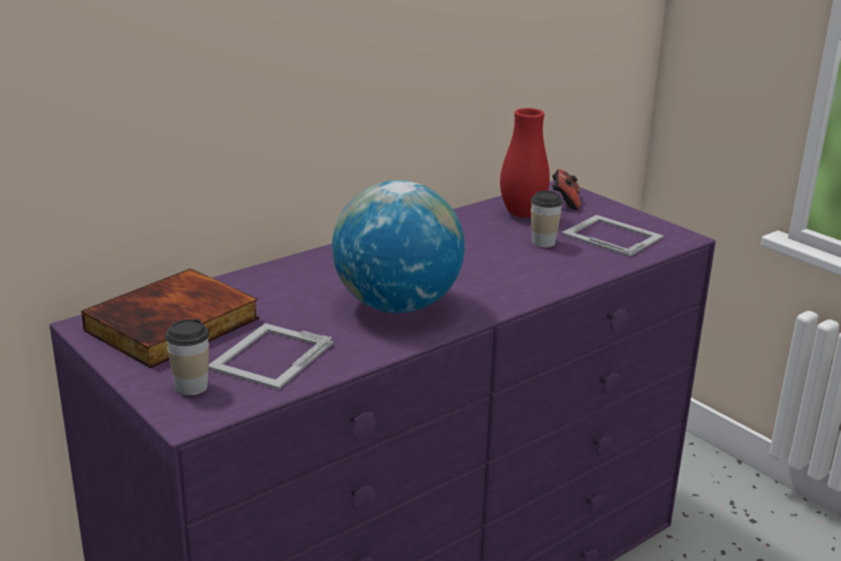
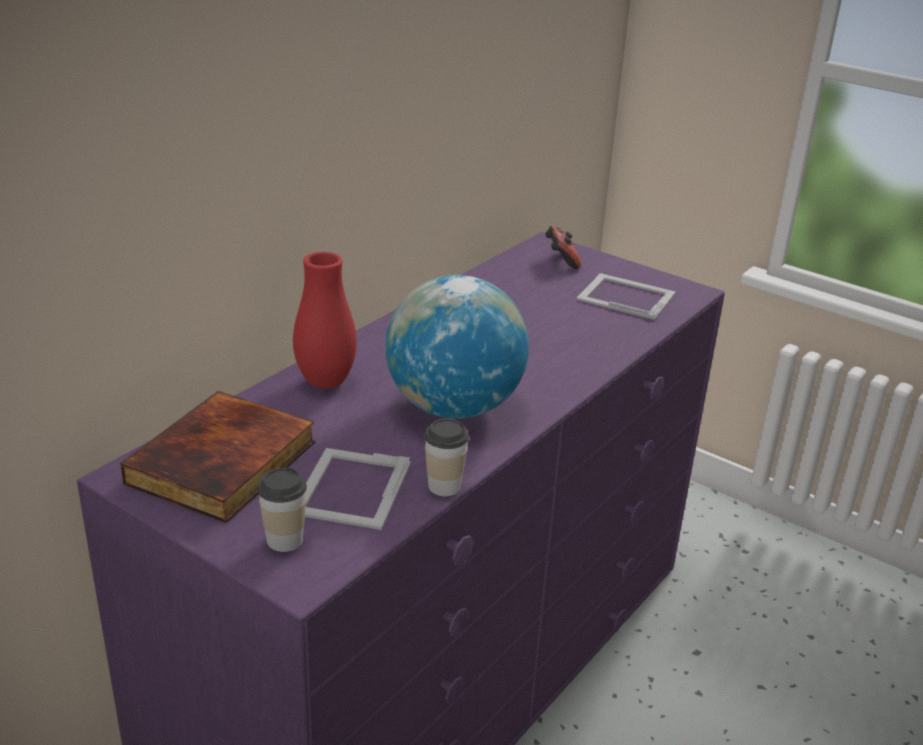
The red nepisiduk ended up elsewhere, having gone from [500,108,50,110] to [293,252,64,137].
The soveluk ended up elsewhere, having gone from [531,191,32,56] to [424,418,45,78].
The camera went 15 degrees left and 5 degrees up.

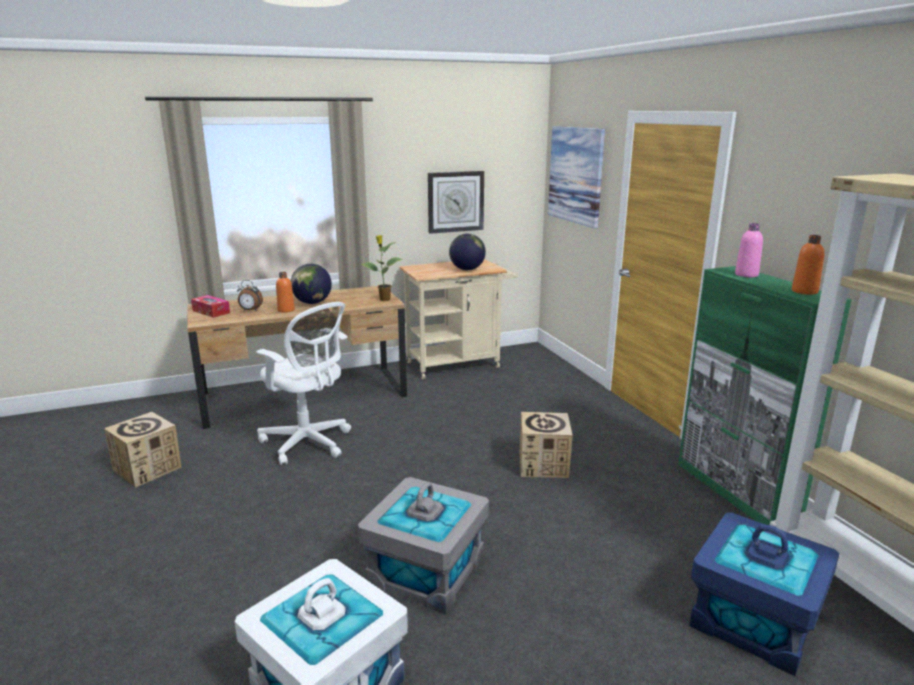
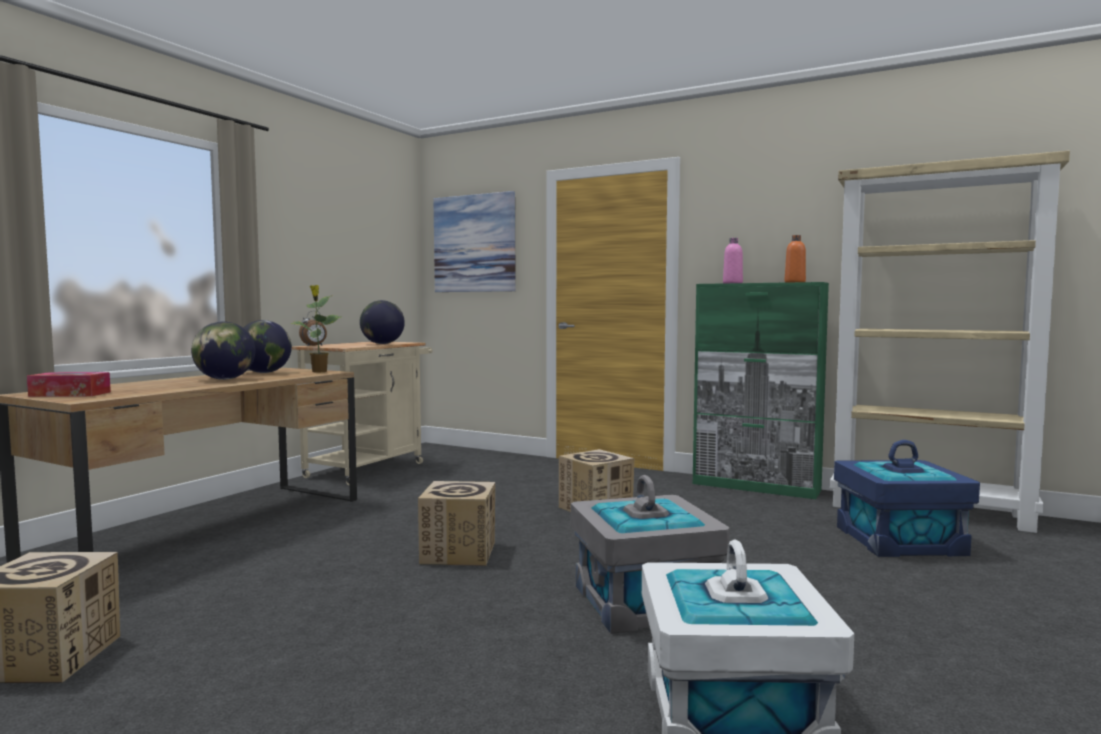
The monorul ended up elsewhere, having gone from [237,280,26,31] to [299,311,28,35].
The second view lost the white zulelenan at [256,302,95,163].
The second view lost the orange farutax at [276,272,19,41].
The second view lost the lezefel at [428,171,56,63].
The second view gained the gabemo at [243,320,49,53].
The second view gained the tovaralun at [418,481,77,85].
The camera went 40 degrees left and 15 degrees down.

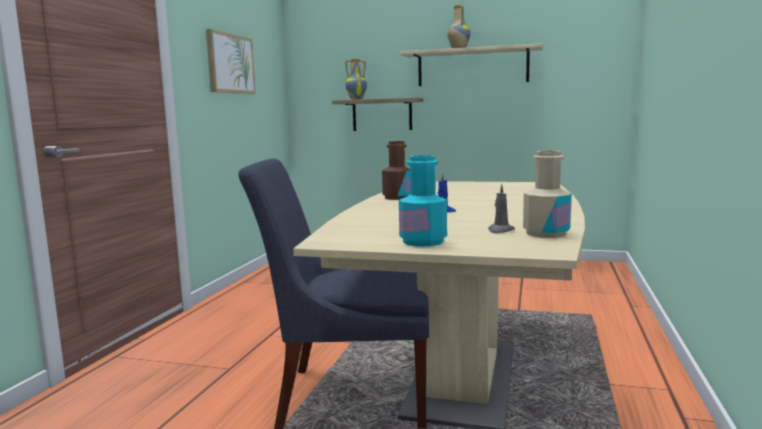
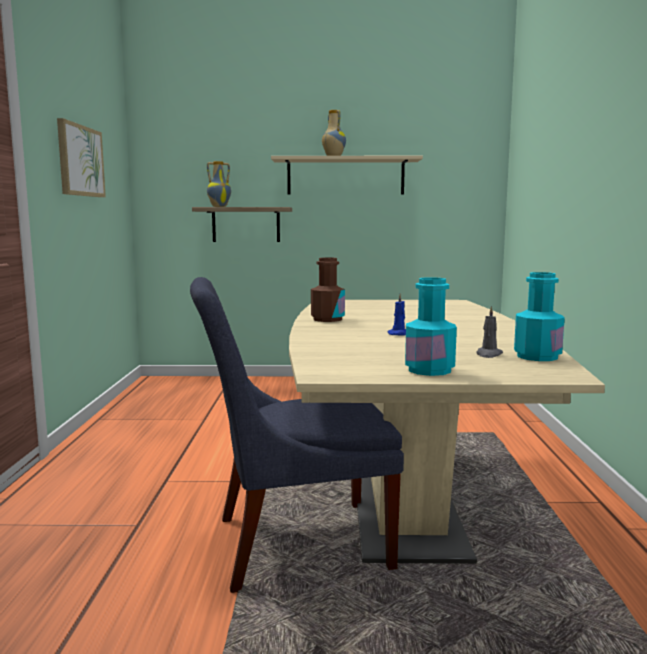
What was the beige farutax at [523,150,49,88] turned into the turquoise farutax at [514,272,51,89].
The camera went 15 degrees left and 0 degrees up.

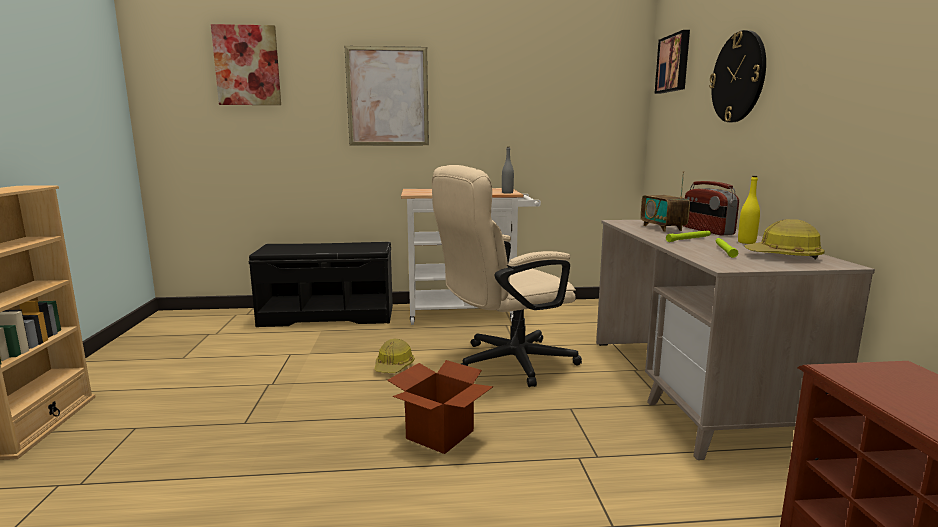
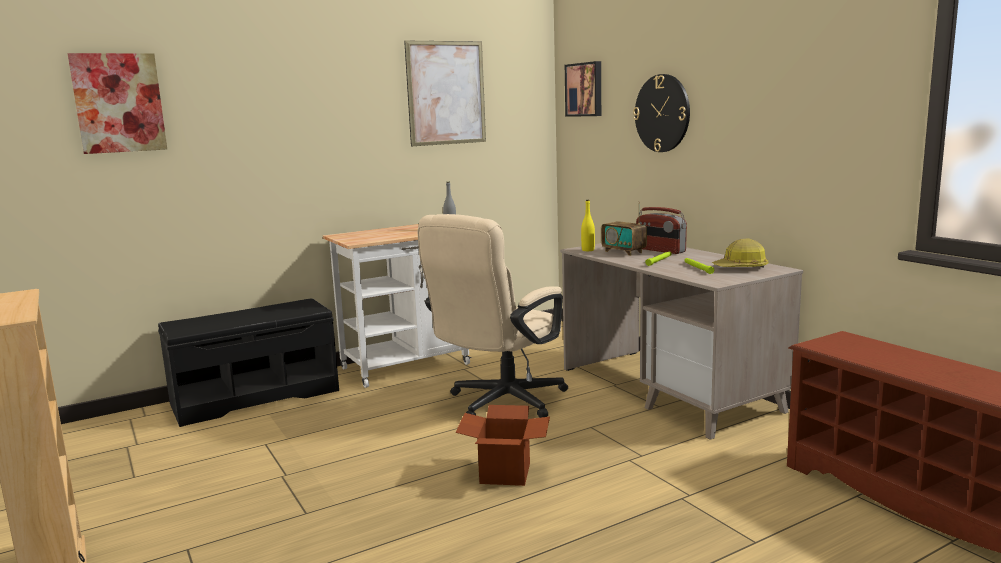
The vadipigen ended up elsewhere, having gone from [345,46,84,99] to [404,41,82,105].
The second view lost the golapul at [374,339,41,34].
The yellow farutax ended up elsewhere, having gone from [738,176,22,68] to [581,200,14,51].
The camera went 25 degrees left and 0 degrees up.

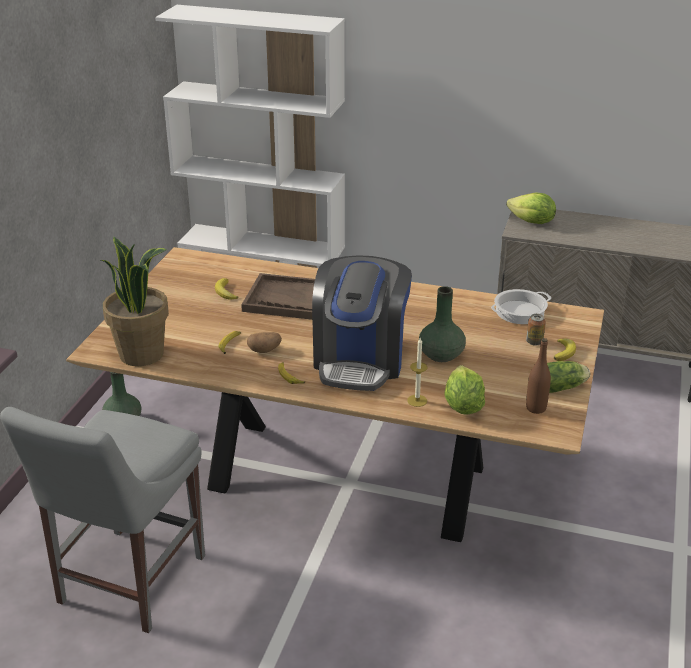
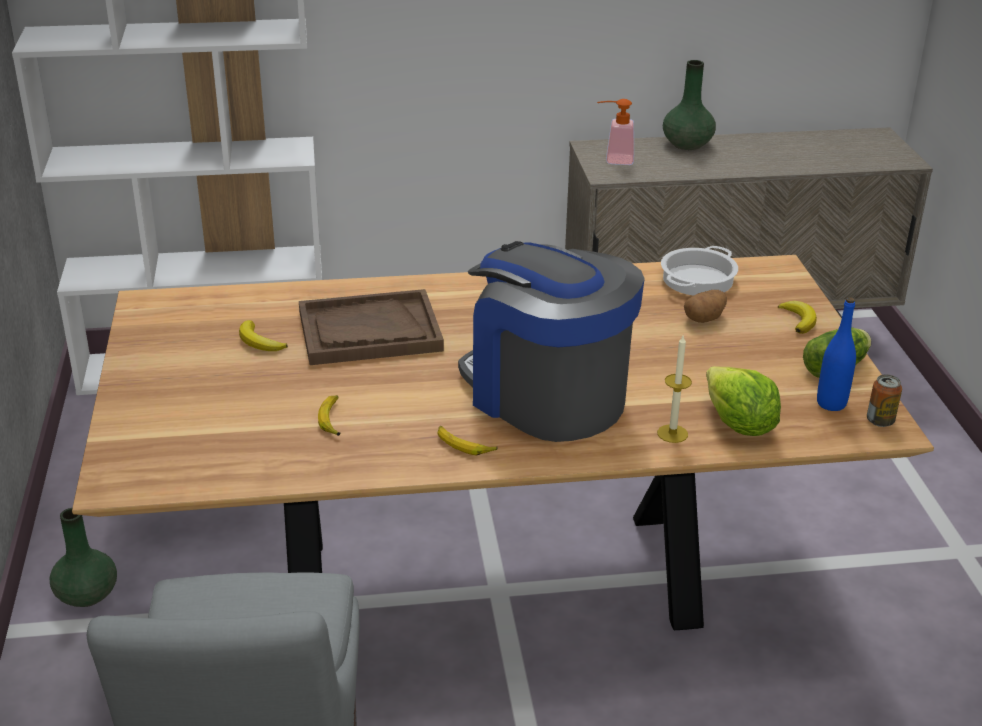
The second view lost the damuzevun at [101,236,68,130].
The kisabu ended up elsewhere, having gone from [247,332,35,21] to [684,290,43,33].
The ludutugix at [312,255,100,136] ended up facing another way, 150 degrees clockwise from before.
The green nepisiduk ended up elsewhere, having gone from [419,286,47,76] to [663,60,53,90].
Where the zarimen stood at [506,193,50,31], the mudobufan came to stand at [597,99,37,66].
The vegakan ended up elsewhere, having gone from [526,314,20,32] to [867,374,35,53].
What was the brown farutax at [526,338,25,76] turned into the blue farutax at [817,297,39,114].
The camera went 25 degrees left and 0 degrees up.

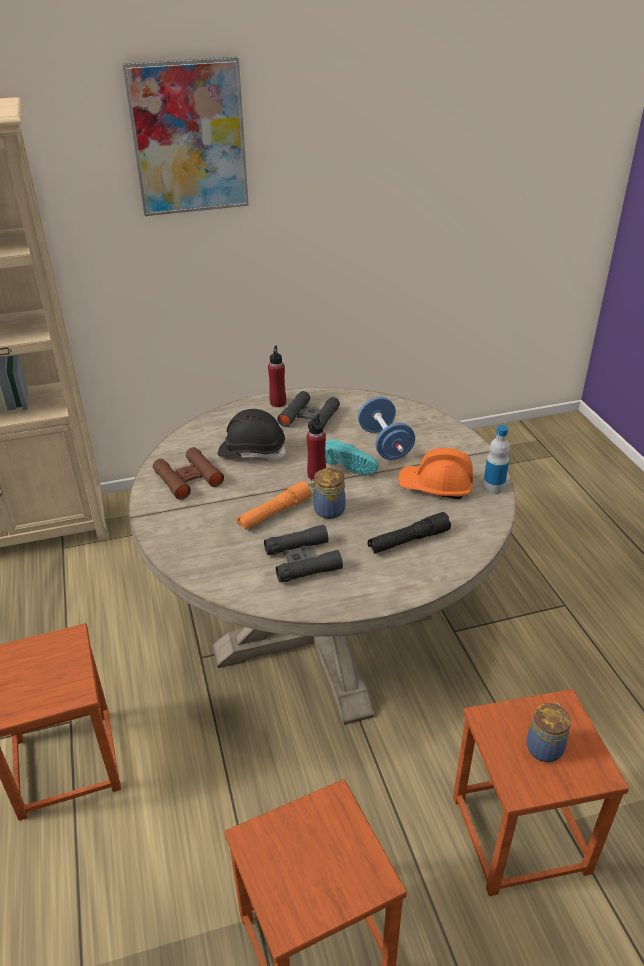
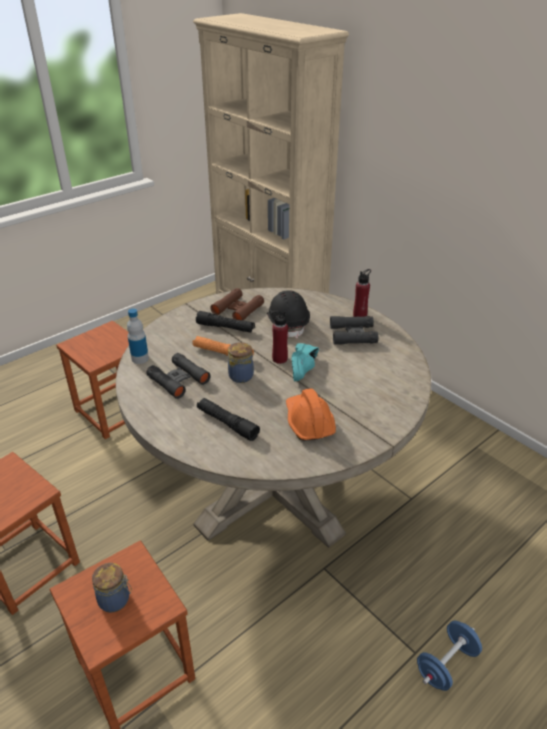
The second view lost the vadipigen at [122,56,127,160].
The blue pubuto ended up elsewhere, having gone from [358,397,57,63] to [417,621,65,70].
The farutax ended up elsewhere, having gone from [483,425,27,69] to [127,308,22,56].
The second view gained the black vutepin at [196,311,59,22].
The camera went 65 degrees right and 0 degrees up.

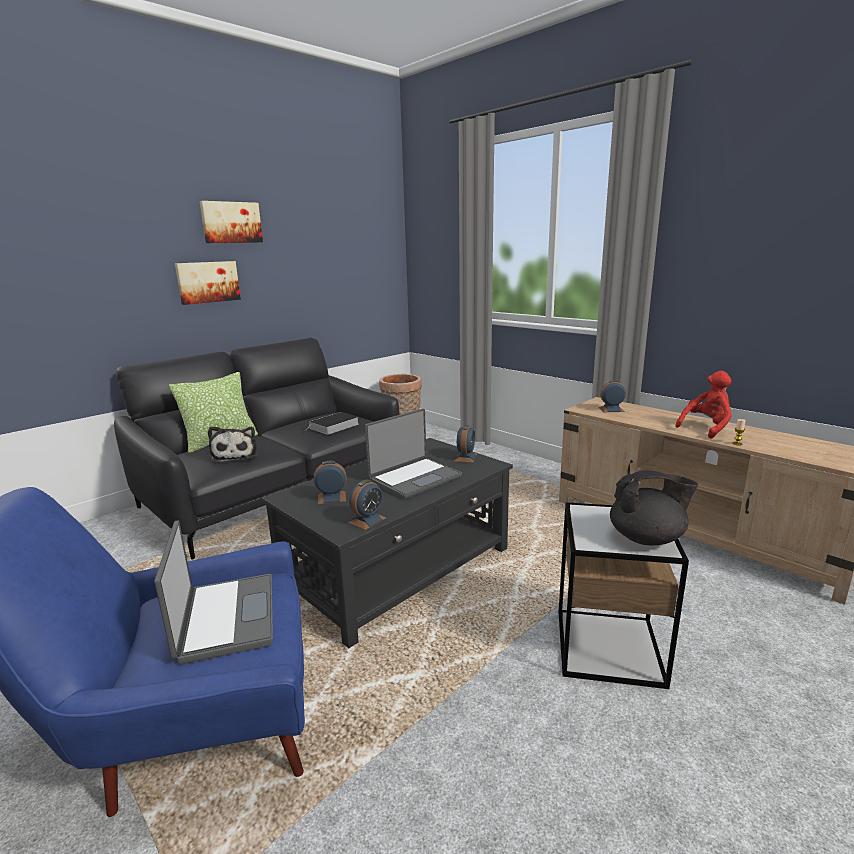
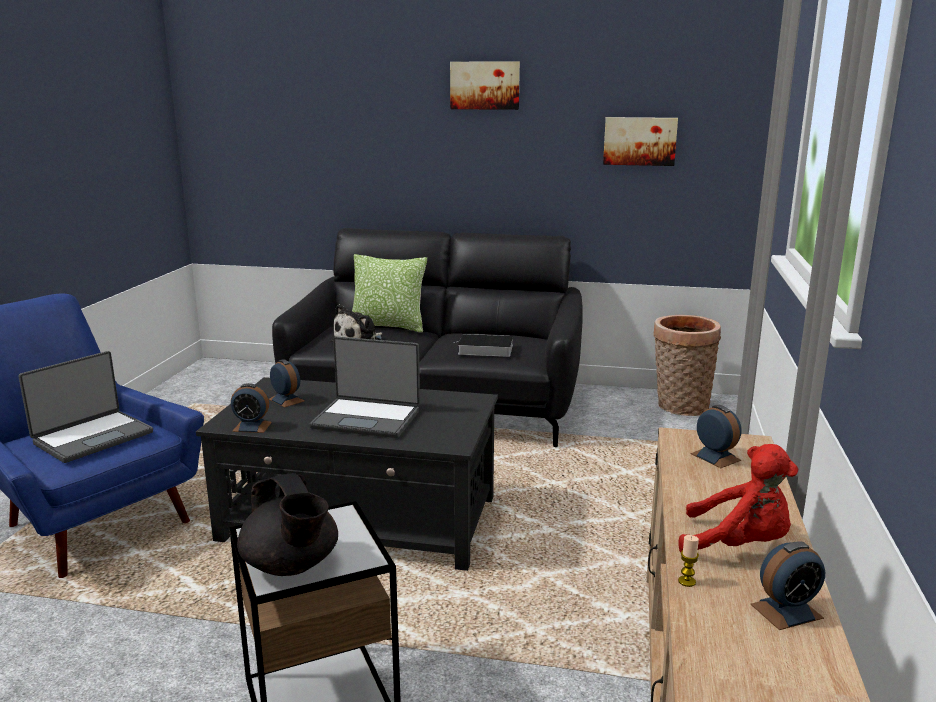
The vadipigen ended up elsewhere, having gone from [175,261,66,44] to [603,117,75,49].
The monorul ended up elsewhere, having gone from [454,425,23,38] to [751,541,74,89].
The camera went 55 degrees right and 0 degrees up.

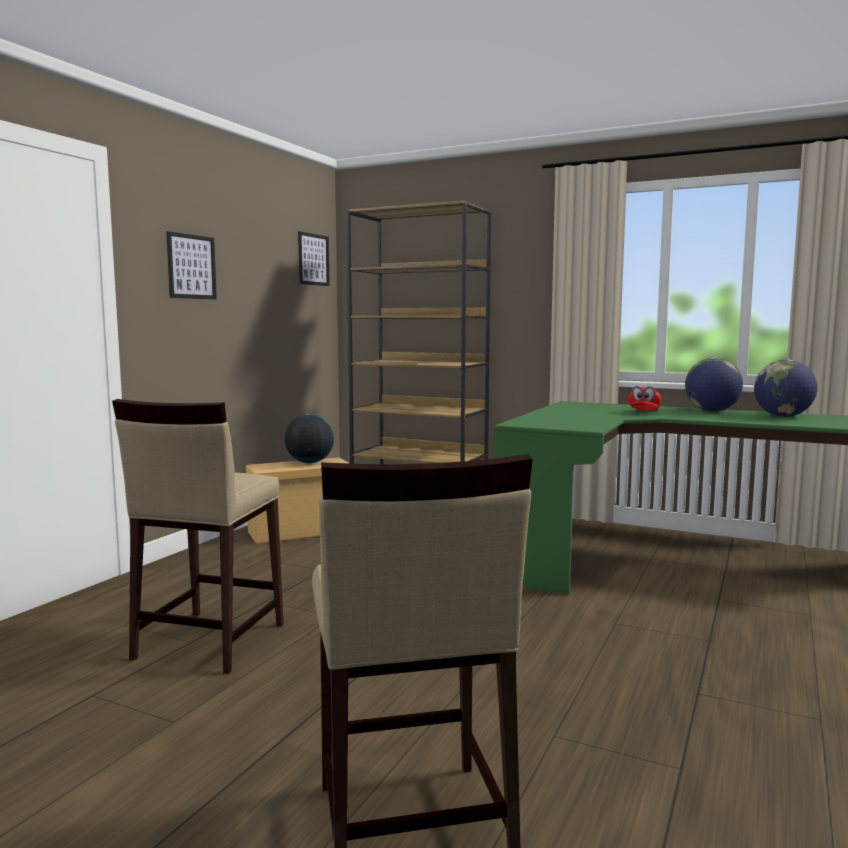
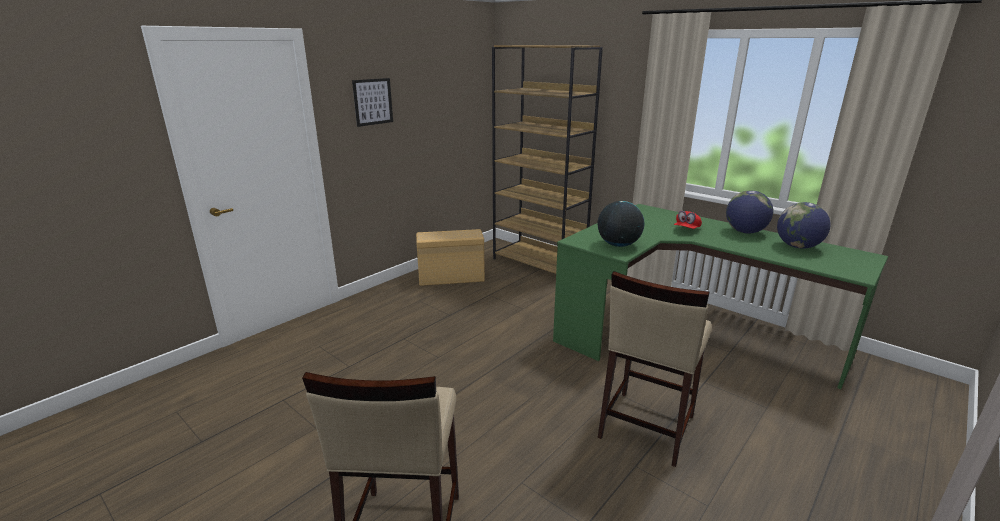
The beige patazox ended up elsewhere, having gone from [112,399,172,275] to [598,271,114,196].
The gabemo ended up elsewhere, having gone from [285,414,49,49] to [598,201,47,46].
The second view lost the vadipigen at [298,231,32,55].
The camera went 15 degrees right and 15 degrees up.

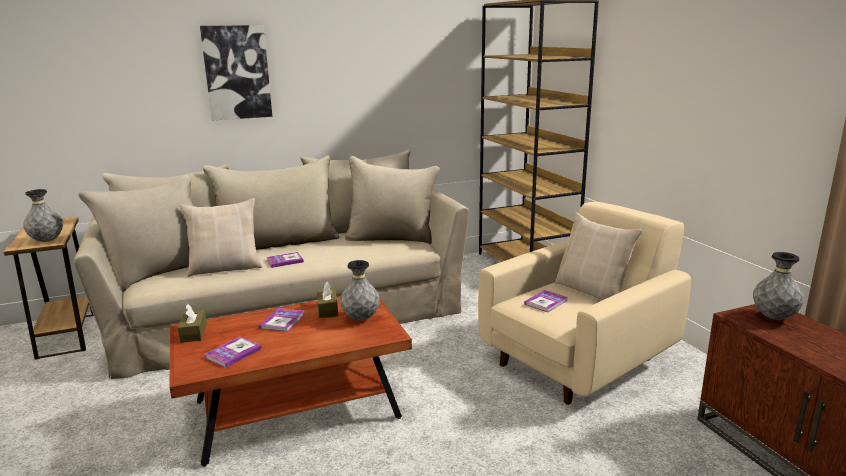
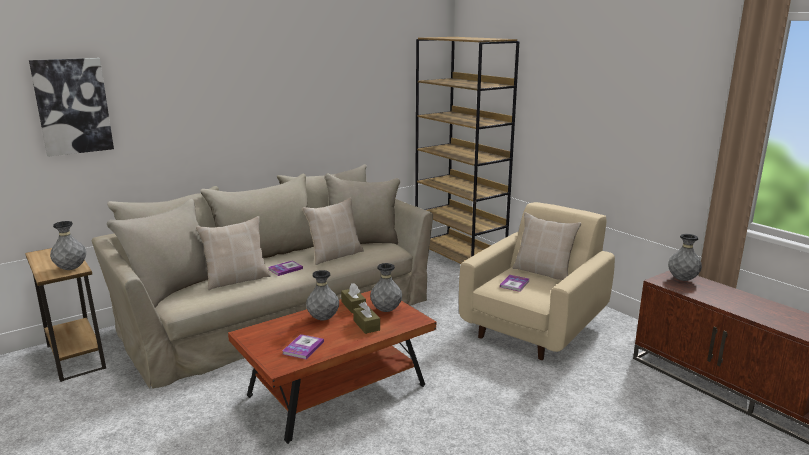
The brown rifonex ended up elsewhere, having gone from [178,303,29,40] to [353,302,27,32].
The vadipigen ended up elsewhere, having gone from [200,25,72,95] to [29,58,85,99].
Where the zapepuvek stood at [259,308,45,24], the grey nepisiduk came to stand at [306,270,33,51].
The second view gained the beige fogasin at [302,197,62,68].
The camera went 15 degrees left and 0 degrees up.

